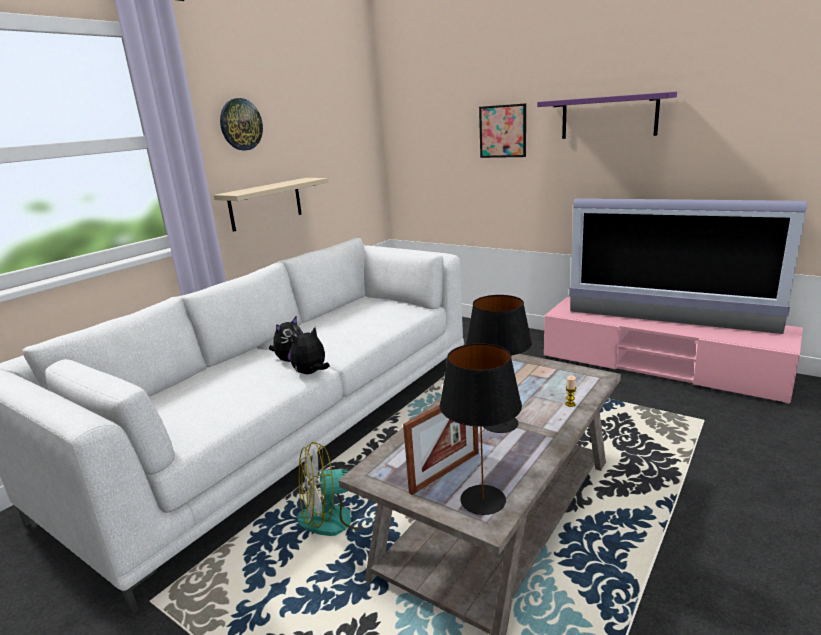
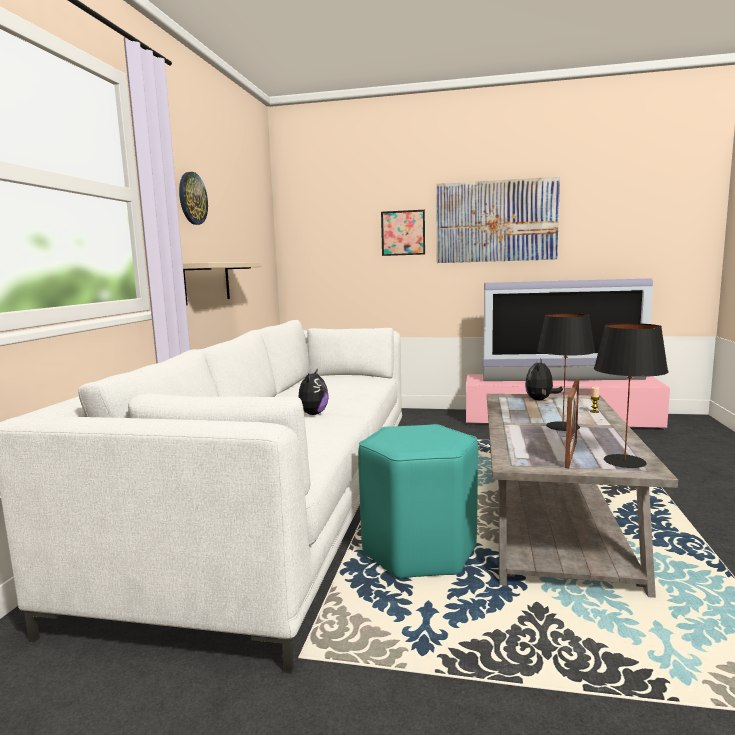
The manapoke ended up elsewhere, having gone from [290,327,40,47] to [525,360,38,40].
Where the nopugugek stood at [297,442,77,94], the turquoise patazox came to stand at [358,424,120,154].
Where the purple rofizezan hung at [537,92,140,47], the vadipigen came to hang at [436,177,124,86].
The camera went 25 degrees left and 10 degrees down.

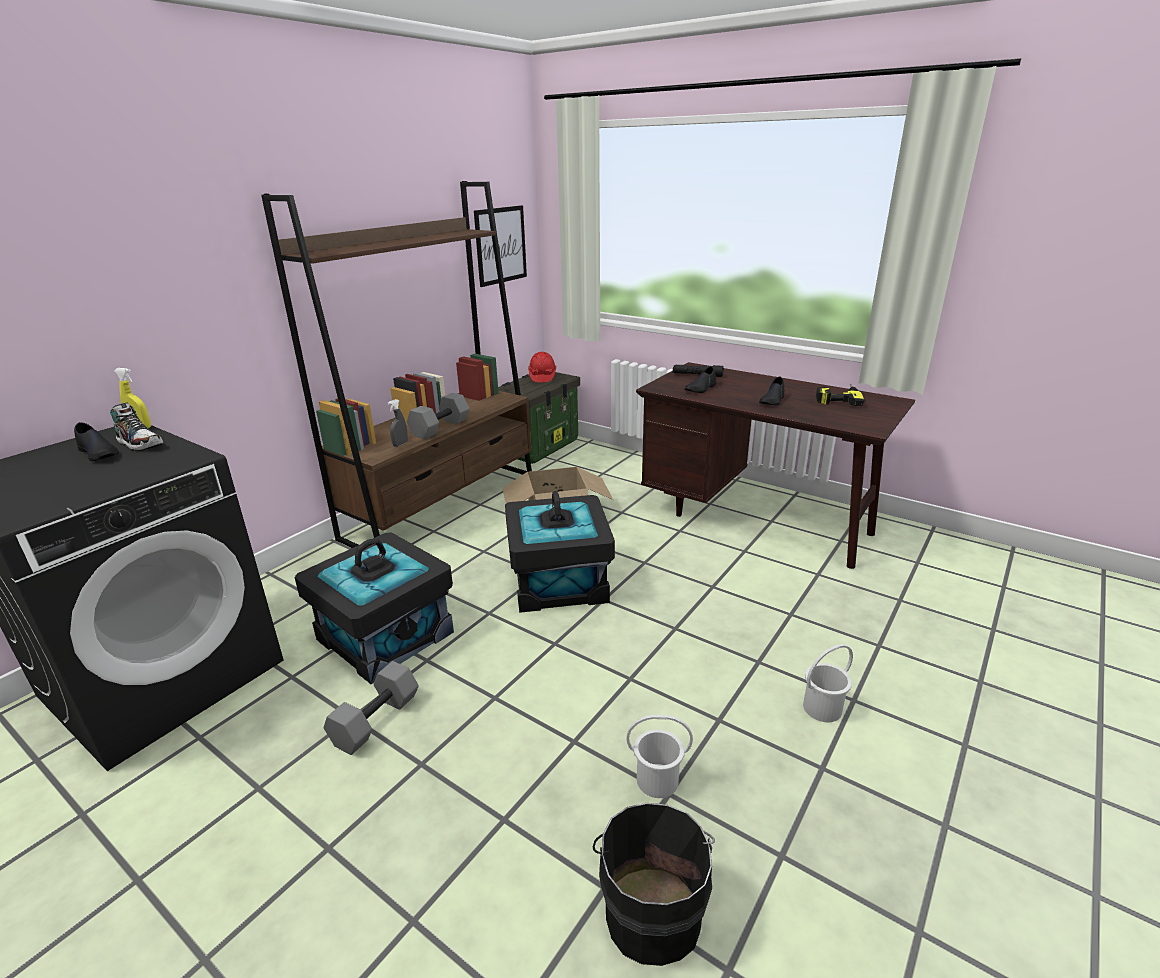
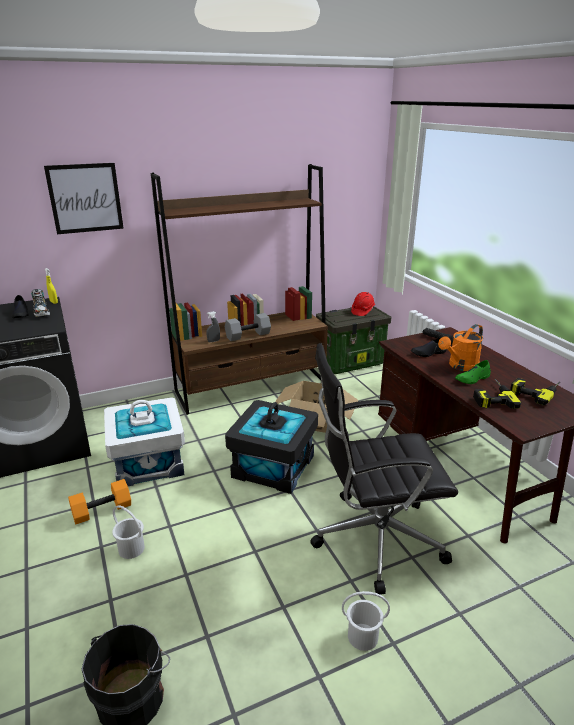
What was the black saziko at [295,532,159,152] turned into the white saziko at [104,397,81,89].
What was the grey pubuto at [324,661,95,94] turned into the orange pubuto at [68,479,63,45].
The vadipigen ended up elsewhere, having gone from [474,205,53,82] to [44,163,80,71].
The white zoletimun ended up elsewhere, having gone from [626,715,67,83] to [112,505,33,54].
What was the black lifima at [759,376,26,29] turned into the green lifima at [455,360,36,24].
The second view gained the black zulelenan at [310,343,148,252].
The second view gained the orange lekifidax at [438,324,45,47].
The second view gained the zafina at [473,379,48,30].
The camera went 30 degrees right and 0 degrees up.

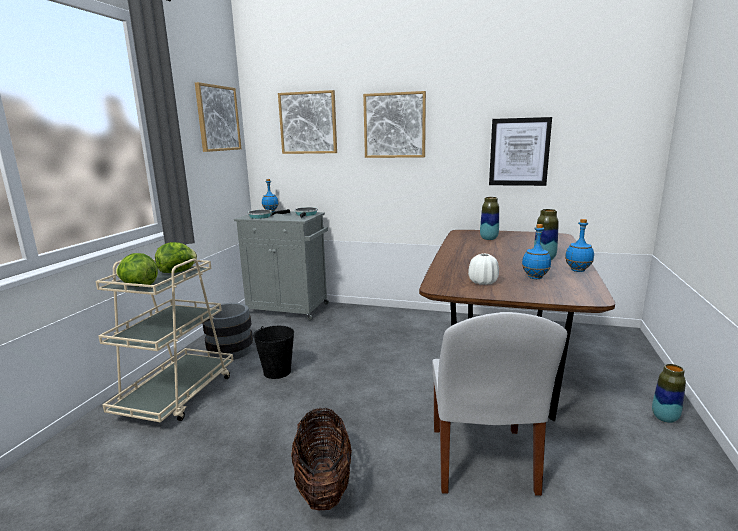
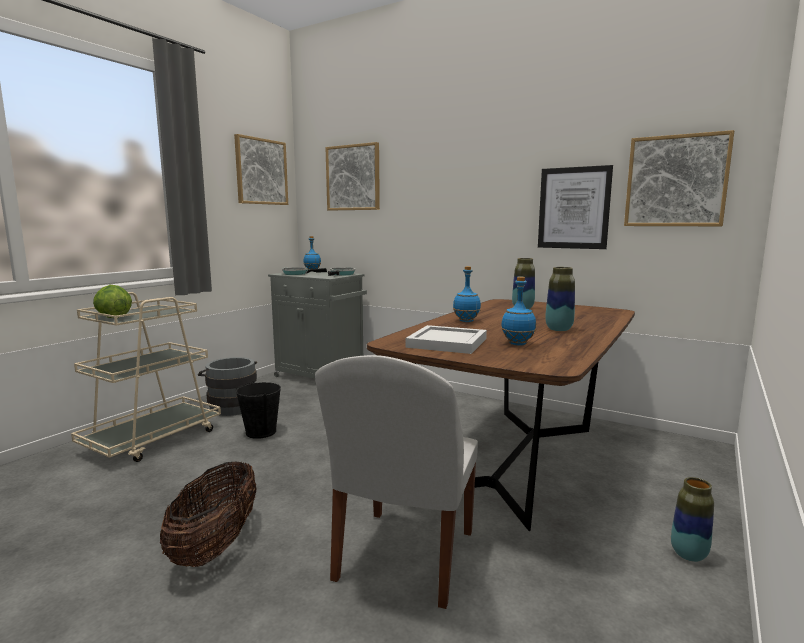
The second view lost the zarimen at [155,242,42,31].
The vadipigen ended up elsewhere, having gone from [363,91,63,67] to [624,130,111,96].
Where the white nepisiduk stood at [468,254,31,31], the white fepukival came to stand at [406,325,81,29].
The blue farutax ended up elsewhere, having gone from [565,219,29,53] to [453,266,28,56].
The camera went 15 degrees right and 5 degrees down.

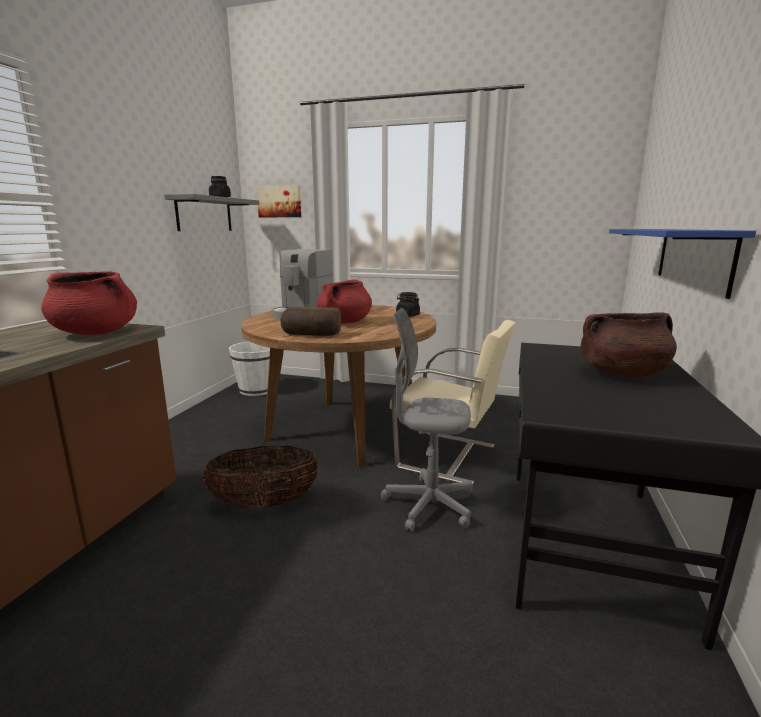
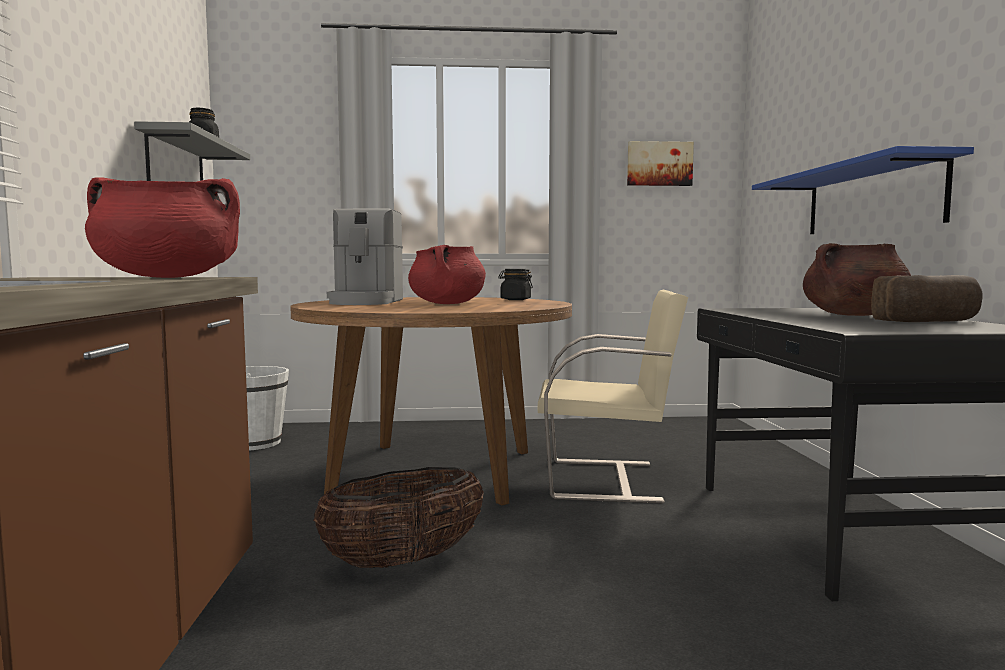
The vadipigen ended up elsewhere, having gone from [257,185,44,32] to [627,141,67,45].
The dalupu ended up elsewhere, having gone from [281,307,60,29] to [871,275,112,47].
The second view lost the grey zulelenan at [381,308,92,224].
The camera went 20 degrees left and 10 degrees down.

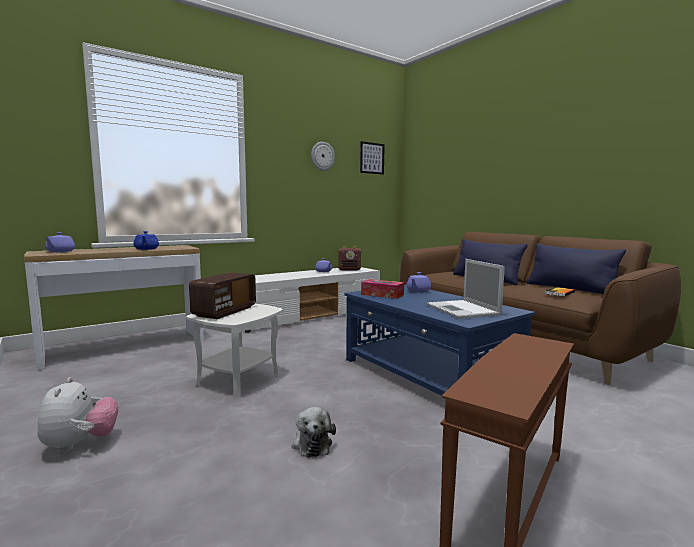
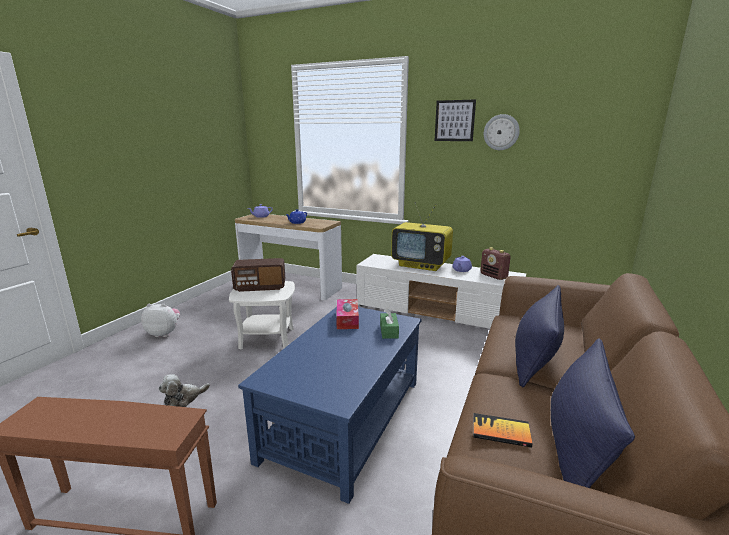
The manapoke at [37,377,81,76] ended up facing another way, 135 degrees counterclockwise from before.
The vadipigen ended up elsewhere, having gone from [360,141,25,34] to [435,99,41,42].
Where the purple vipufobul stood at [407,272,24,20], the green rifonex came to stand at [380,308,19,31].
The second view lost the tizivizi at [427,259,78,60].
The second view gained the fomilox at [391,202,62,69].
The camera went 60 degrees right and 10 degrees up.

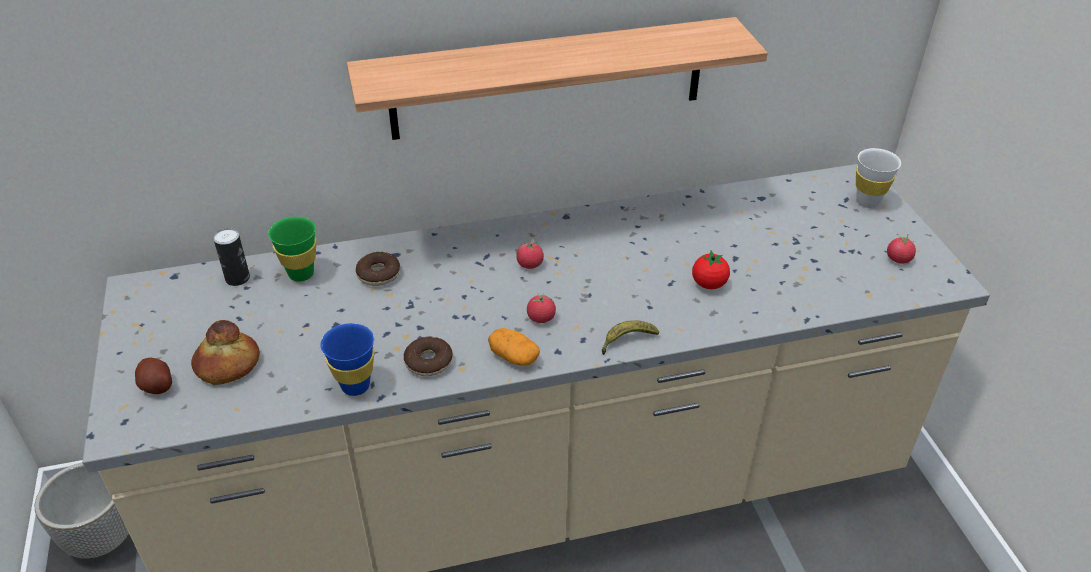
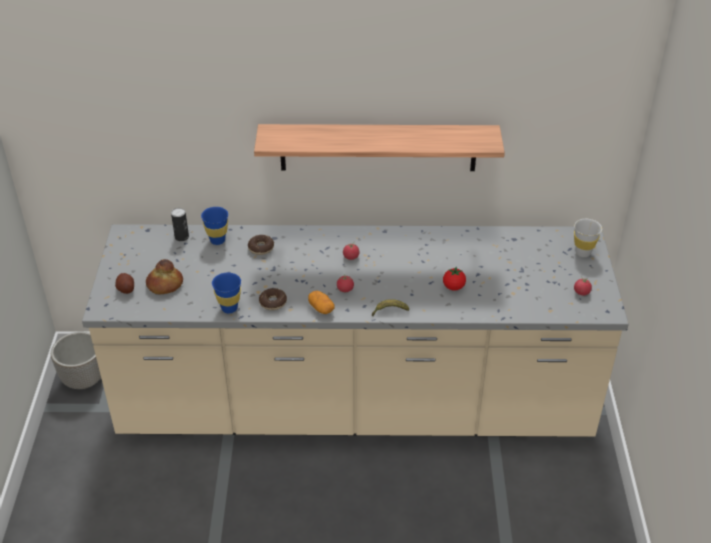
What was the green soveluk at [268,217,48,65] turned into the blue soveluk at [201,207,27,38].
The camera went 15 degrees right and 0 degrees up.

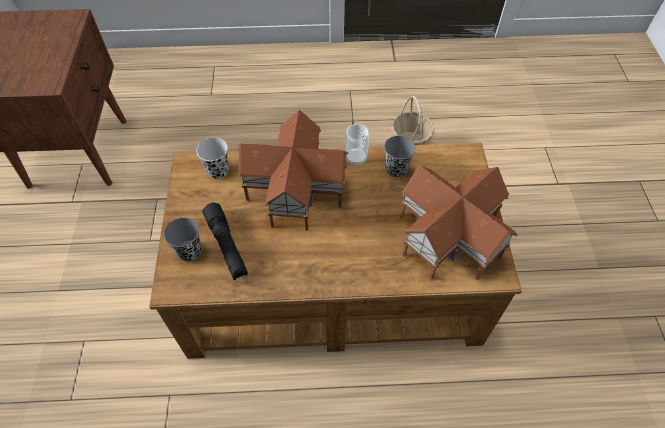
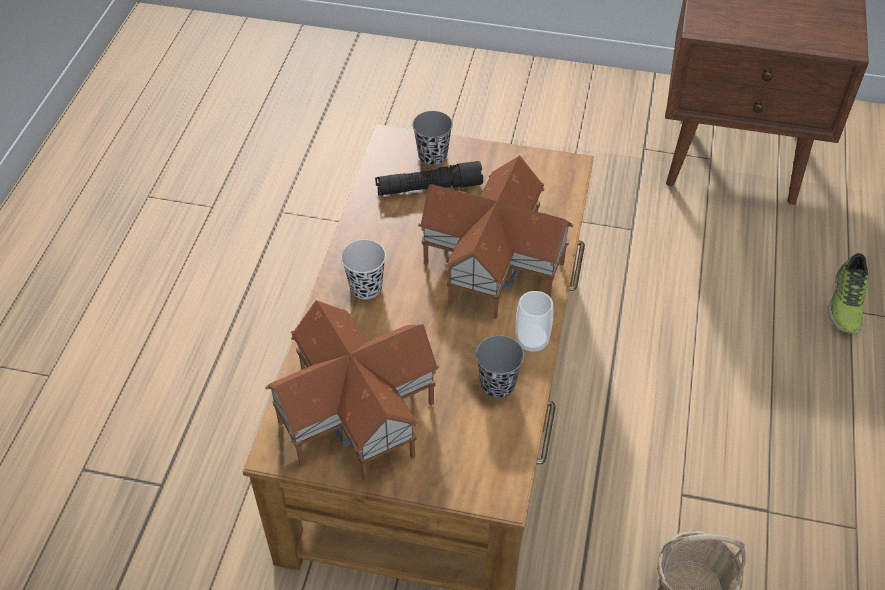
The black soveluk ended up elsewhere, having gone from [196,137,33,42] to [341,239,45,61].
The second view gained the lifima at [827,253,42,80].
The camera went 105 degrees right and 5 degrees down.

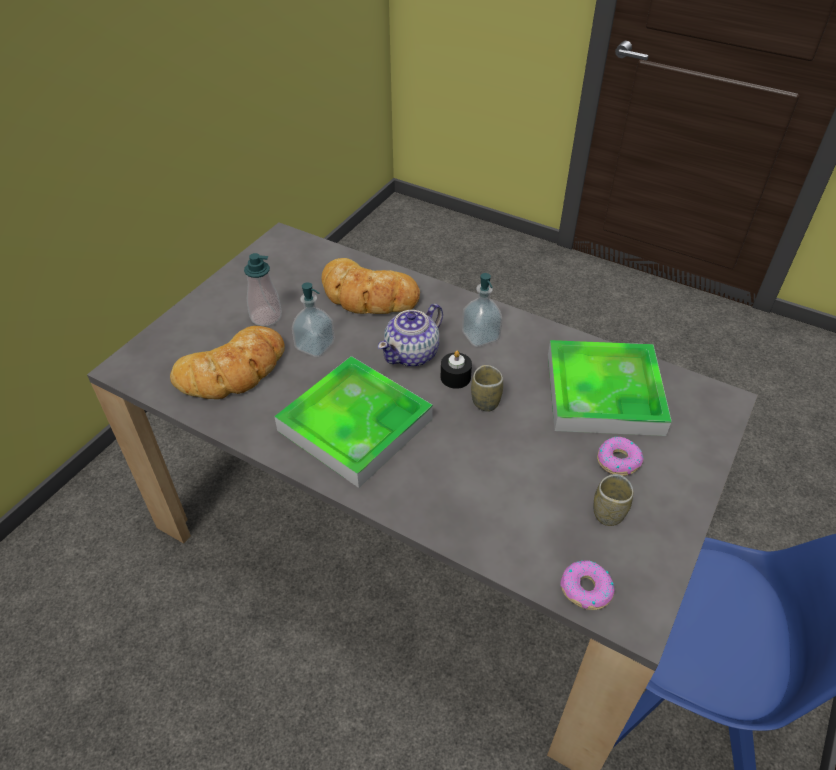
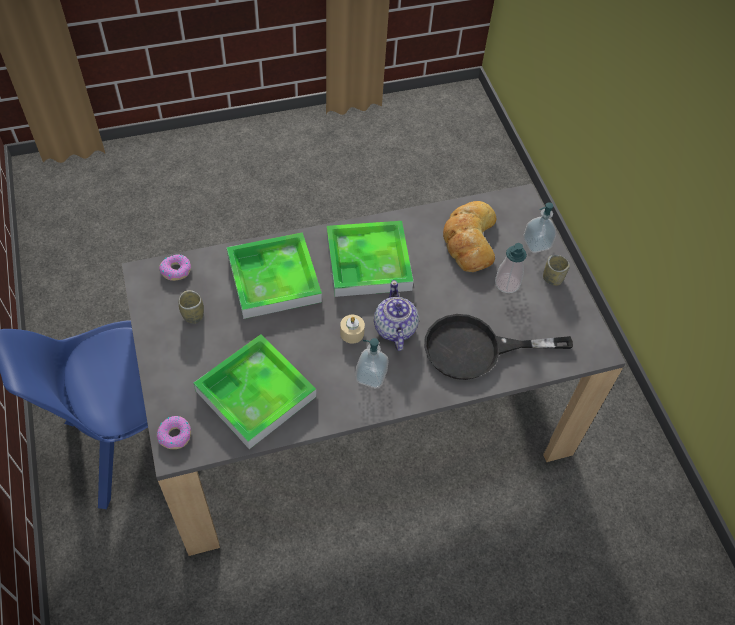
The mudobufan ended up elsewhere, having gone from [292,282,43,76] to [524,202,32,51].
Where the dalupu stood at [321,258,99,56], the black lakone came to stand at [424,314,149,66].
What was the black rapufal at [441,351,31,38] turned into the beige rapufal at [340,315,25,29].
The soveluk ended up elsewhere, having gone from [471,365,32,47] to [543,255,27,31].
The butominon ended up elsewhere, having gone from [597,437,47,39] to [157,416,34,33].
The second view gained the fepukival at [227,232,95,87].
The camera went 130 degrees right and 10 degrees up.

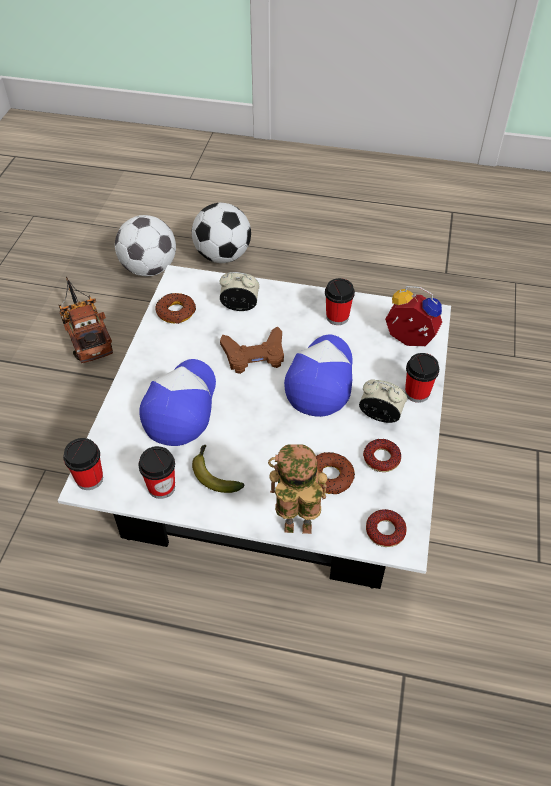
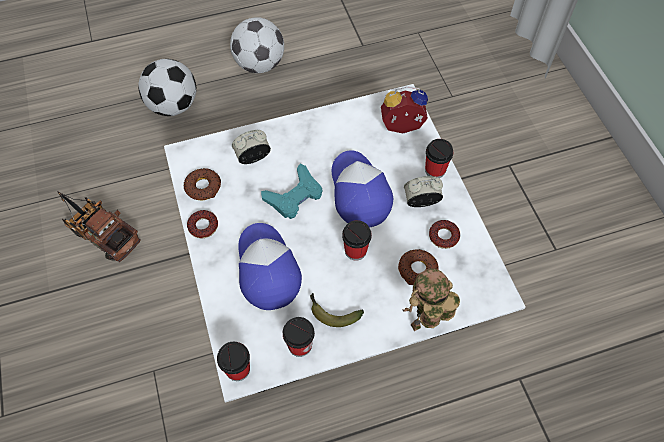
The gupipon ended up elsewhere, having gone from [115,215,61,61] to [230,17,54,56].
What was the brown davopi at [220,326,64,48] turned into the turquoise davopi at [261,164,62,55].
The soveluk ended up elsewhere, having gone from [325,278,30,47] to [342,220,30,41].
The butominon ended up elsewhere, having gone from [366,509,41,38] to [187,210,31,28].
The camera went 30 degrees left and 10 degrees up.

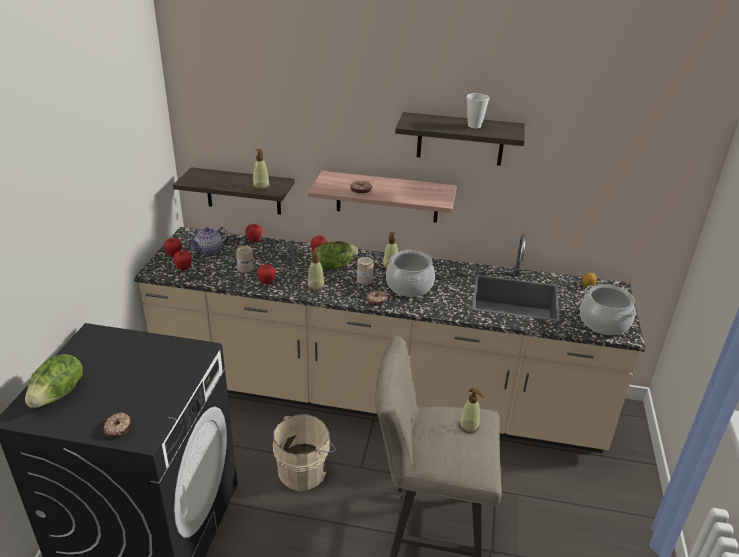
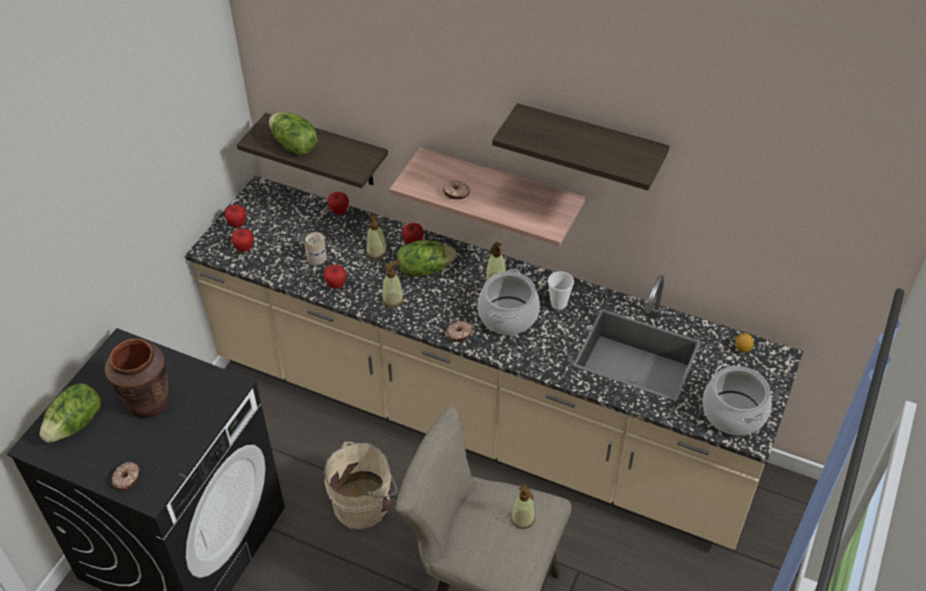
The second view lost the vipufobul at [187,227,41,28].
The mudobufan ended up elsewhere, having gone from [253,149,17,41] to [366,215,21,44].
The second view lost the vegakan at [357,257,17,27].
The soveluk ended up elsewhere, having gone from [467,93,22,35] to [548,271,26,39].
The second view gained the brown nepisiduk at [105,338,64,80].
The second view gained the zarimen at [269,112,48,43].
The camera went 15 degrees right and 15 degrees up.

